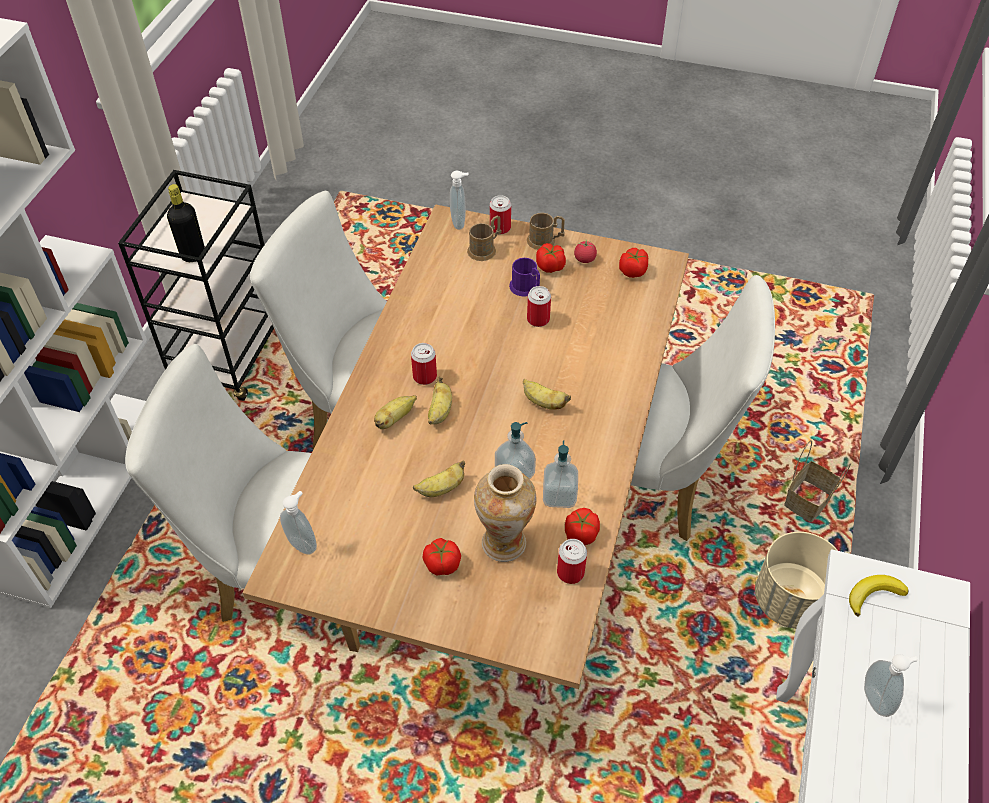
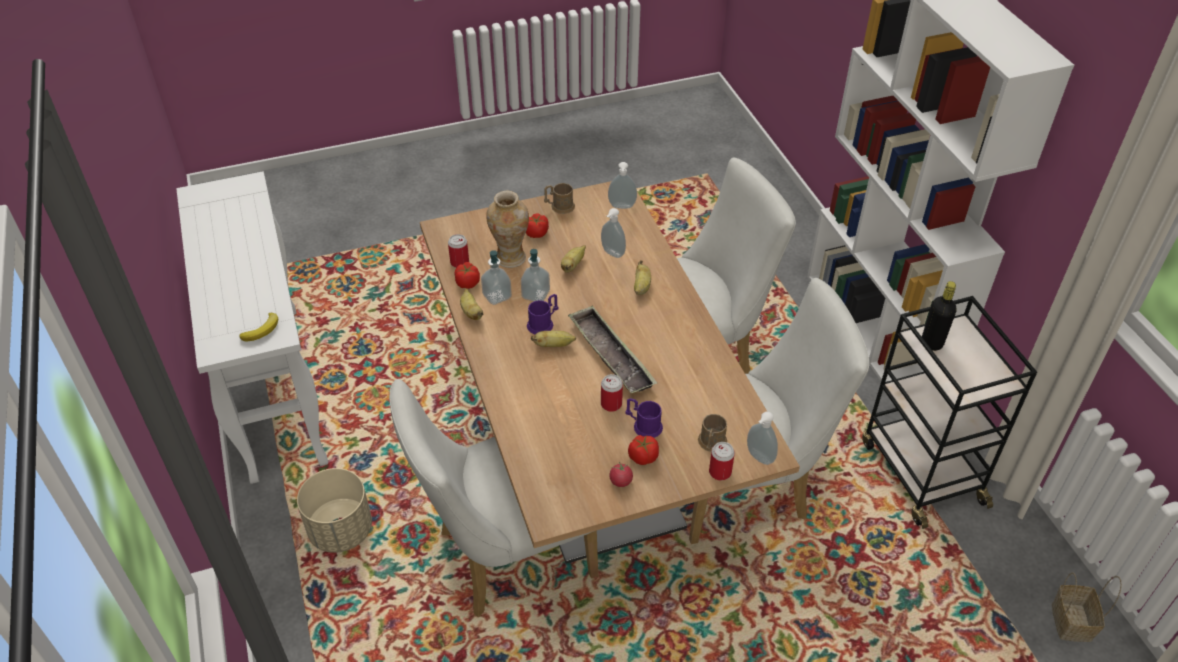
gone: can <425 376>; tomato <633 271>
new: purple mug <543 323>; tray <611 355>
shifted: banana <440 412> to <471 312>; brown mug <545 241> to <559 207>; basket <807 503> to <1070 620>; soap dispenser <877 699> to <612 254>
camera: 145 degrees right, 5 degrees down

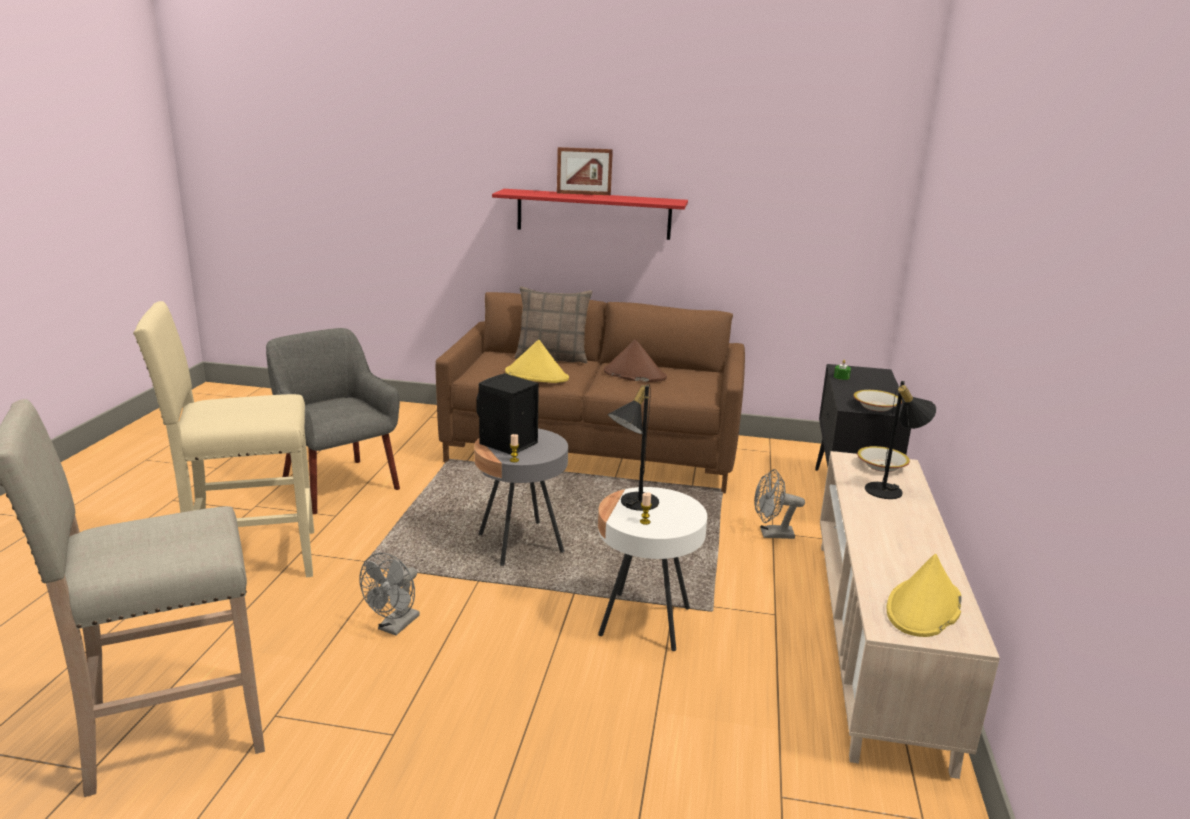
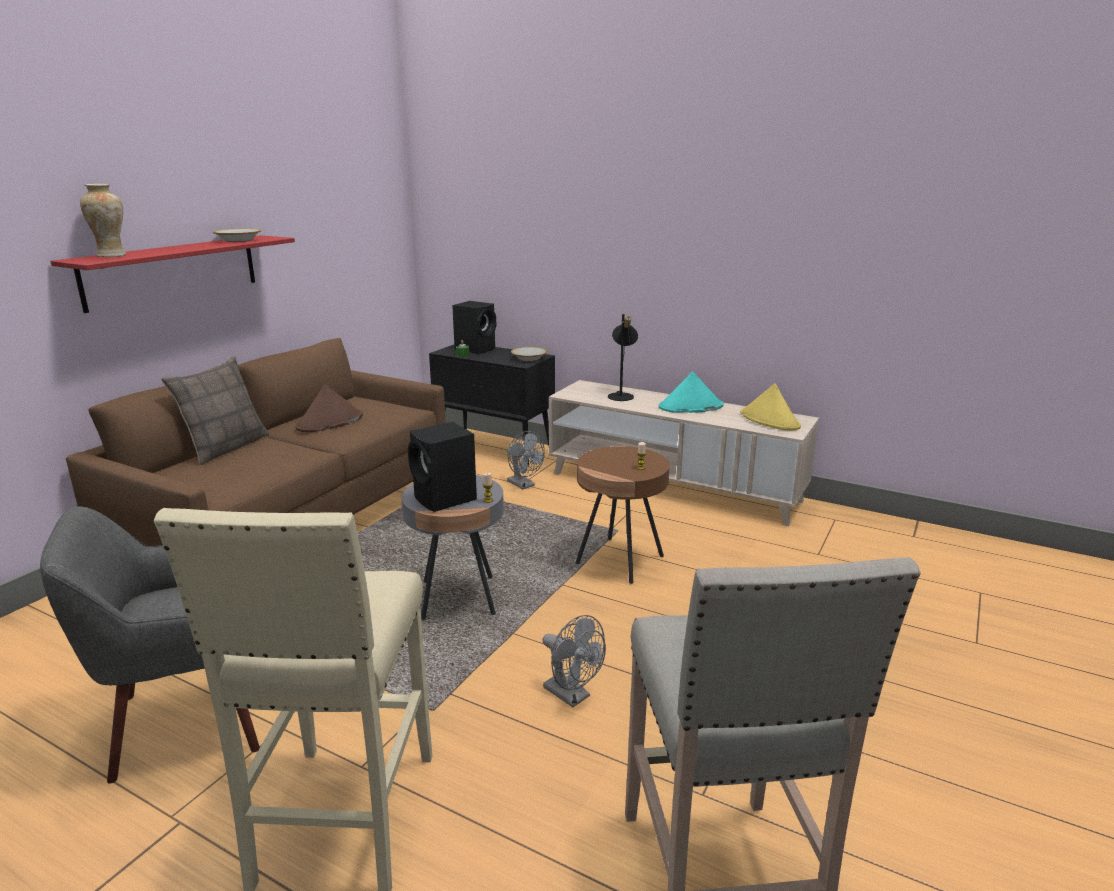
gone: yellow hat <537 375>; picture frame <583 194>; black table lamp <632 503>
new: vase <112 255>; black speaker <476 349>; turquoise hat <690 407>
shifted: bowl <881 465> to <238 240>
repainted: white side table <645 621> to brown side table <619 560>
rotated: grey fan <771 534> = <524 485> 60 degrees counterclockwise
camera: 70 degrees left, 0 degrees up

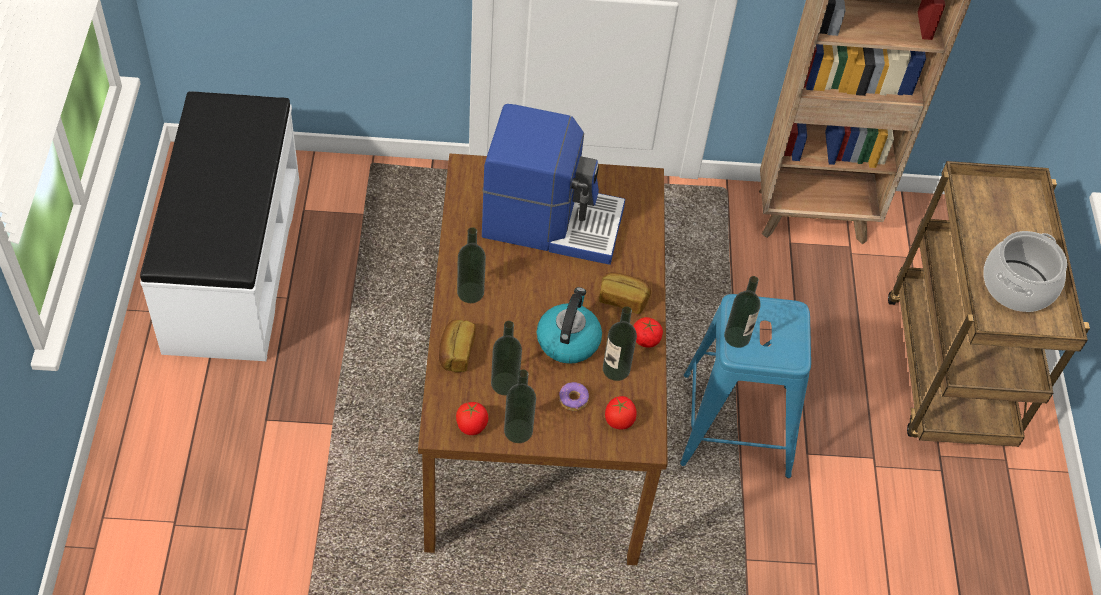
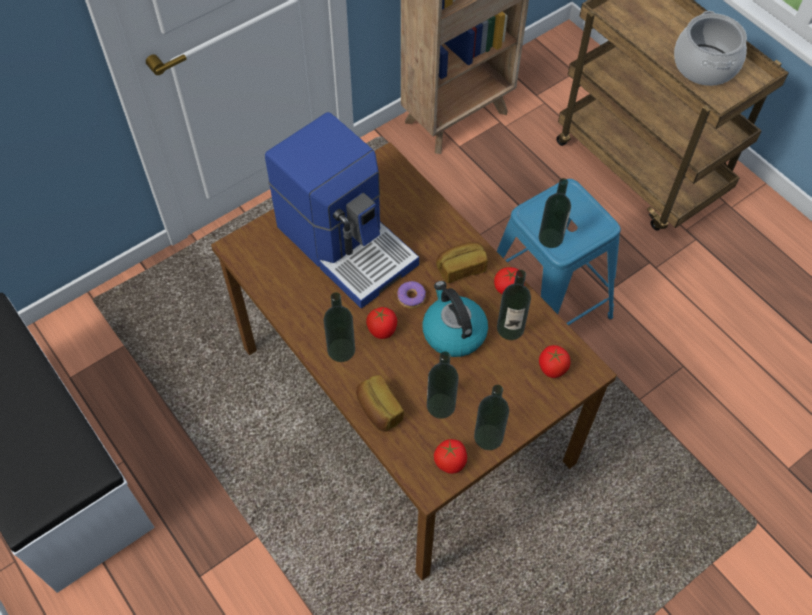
new: tomato <382 330>
shifted: donut <573 400> to <411 298>
rotated: coffee machine <552 221> = <347 243> 75 degrees clockwise
camera: 35 degrees left, 5 degrees up

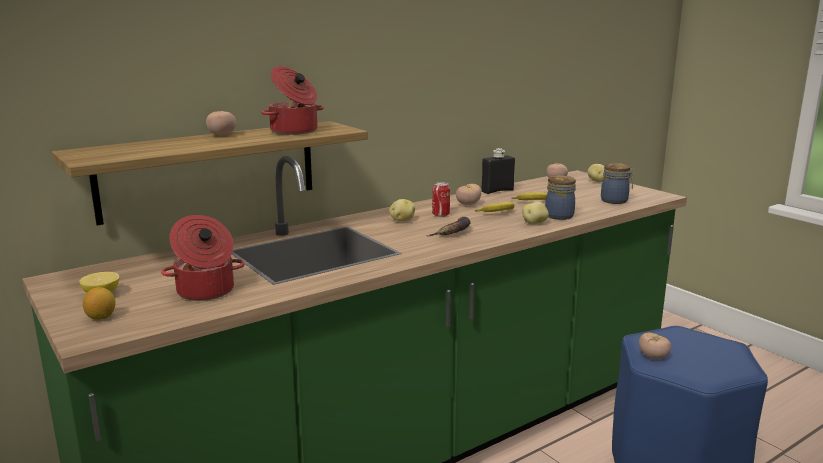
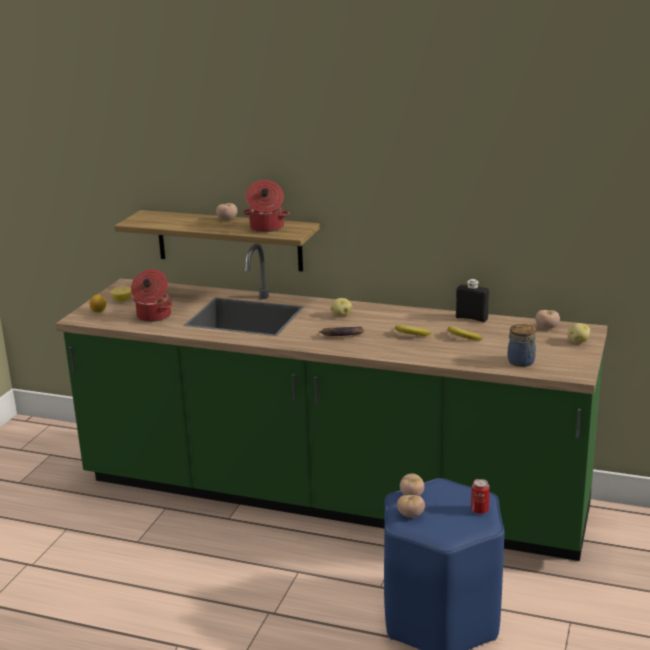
gone: potato <535 223>; jar <559 216>
shifted: can <440 215> to <479 510>; tomato <468 204> to <410 515>
camera: 55 degrees right, 5 degrees up

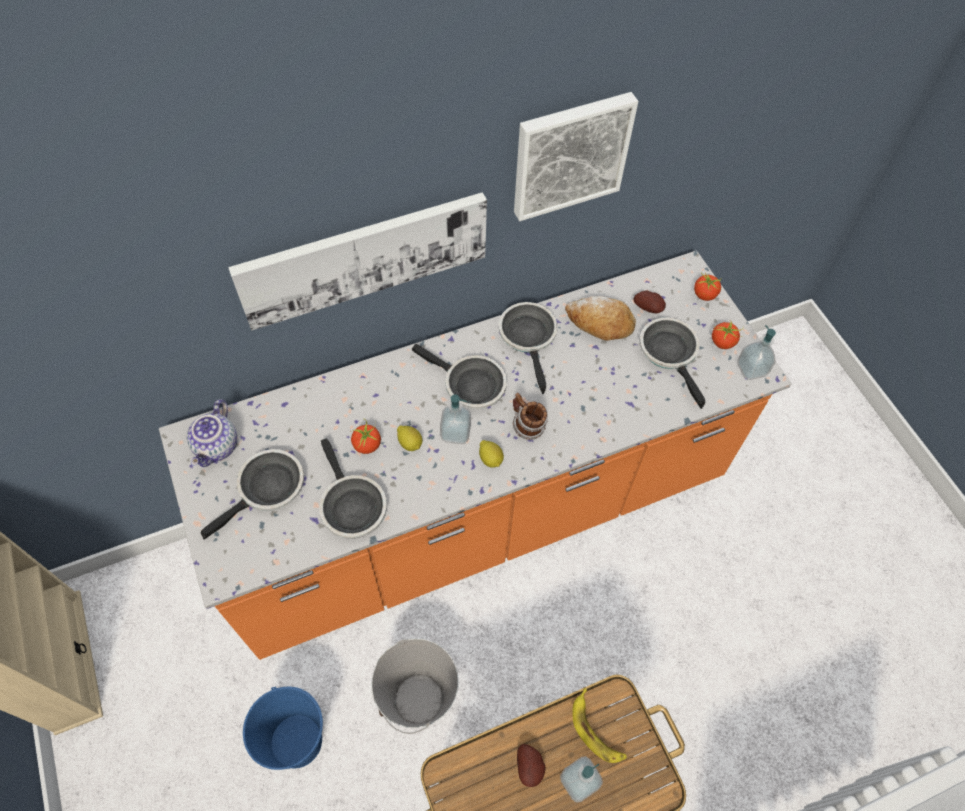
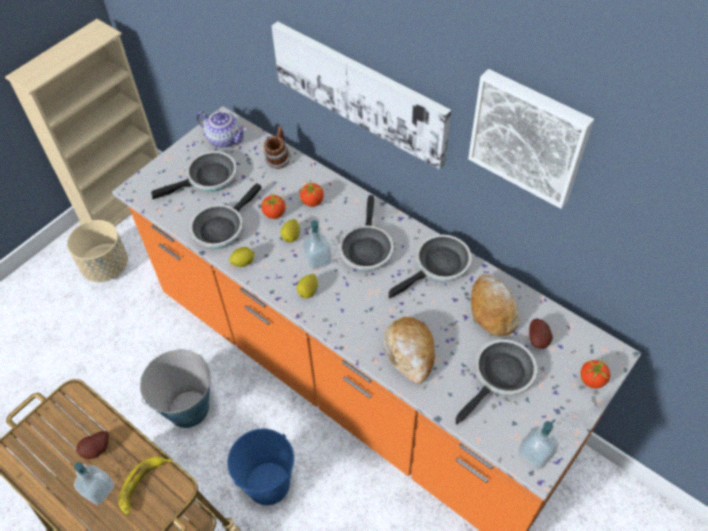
new: beige planter <106 266>; lemon <243 262>; bread <410 353>
shifted: blue bucket <296 741> to <268 484>; mug <526 426> to <278 159>; tomato <722 342> to <312 201>
rotated: teapot <218 447> = <225 139> 135 degrees counterclockwise; frying pan <268 490> = <208 179> 45 degrees counterclockwise
camera: 65 degrees right, 5 degrees down

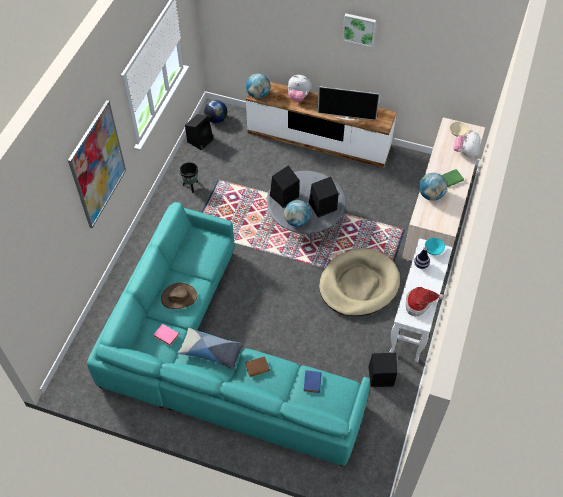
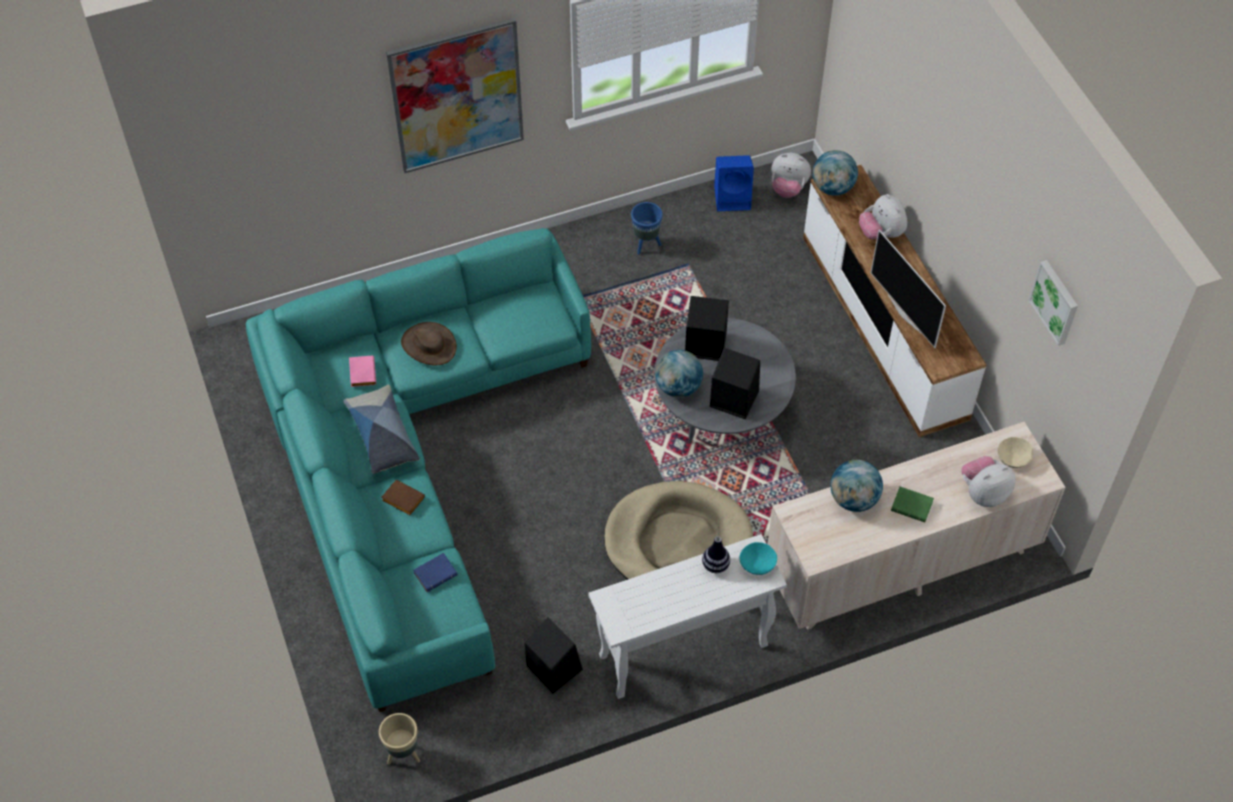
gone: hat <419 304>
new: beige planter <403 754>
shifted: picture <359 29> to <1055 302>
swapped: globe <216 119> to plush toy <788 188>
repainted: black planter <191 186> to blue planter <646 244>; black speaker <200 140> to blue speaker <733 197>
camera: 50 degrees right, 0 degrees up

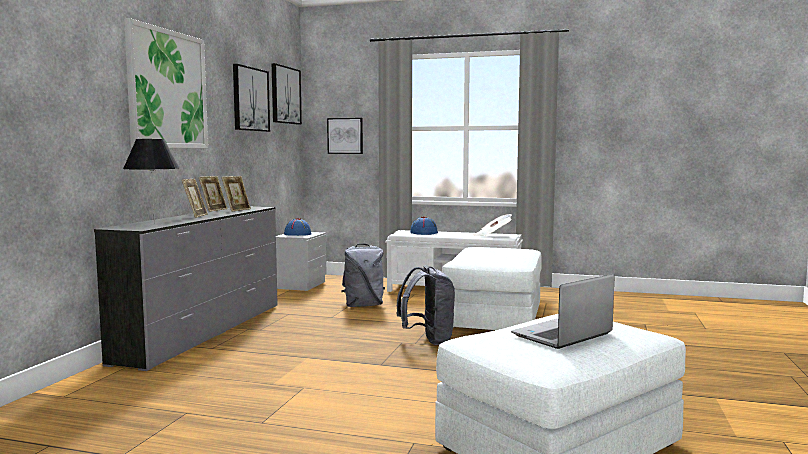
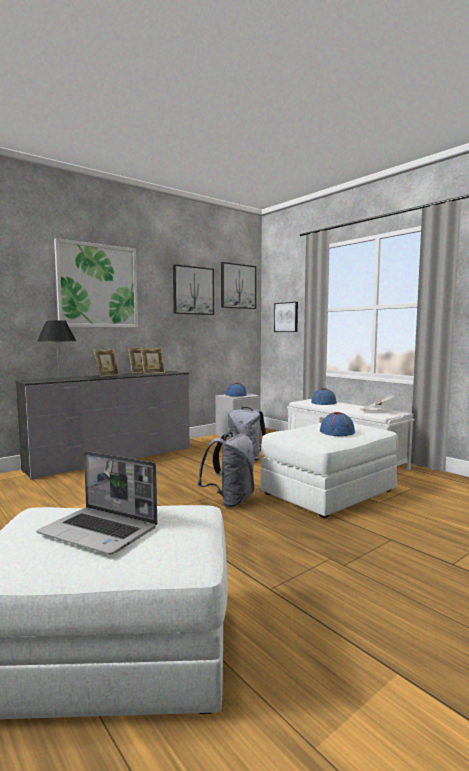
new: blue hat <337 432>
rotated: laptop <562 335> = <100 531> 150 degrees counterclockwise
camera: 35 degrees right, 0 degrees up

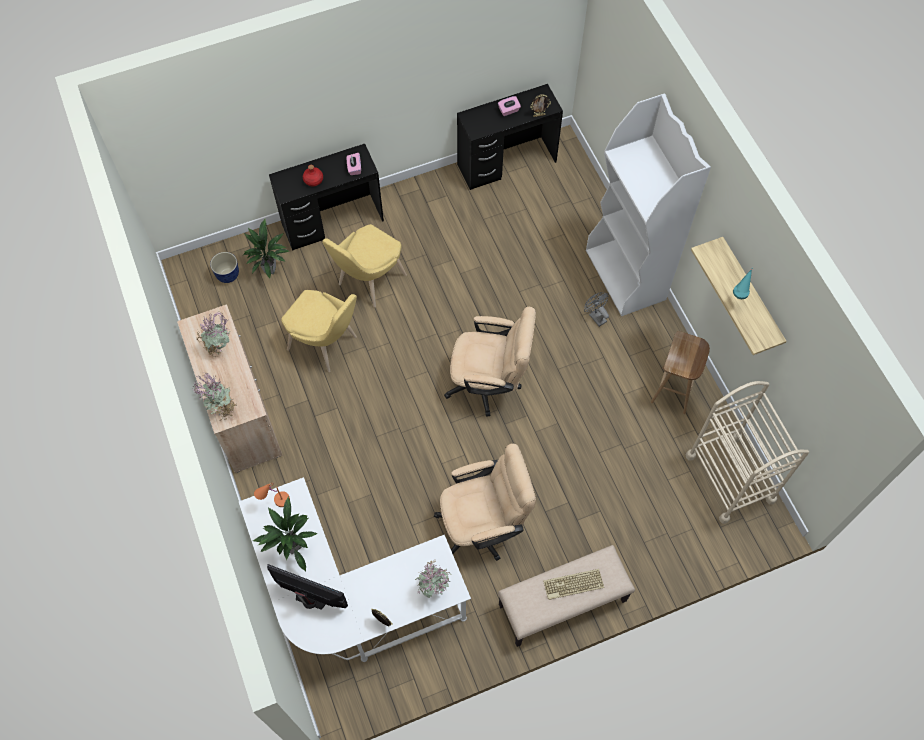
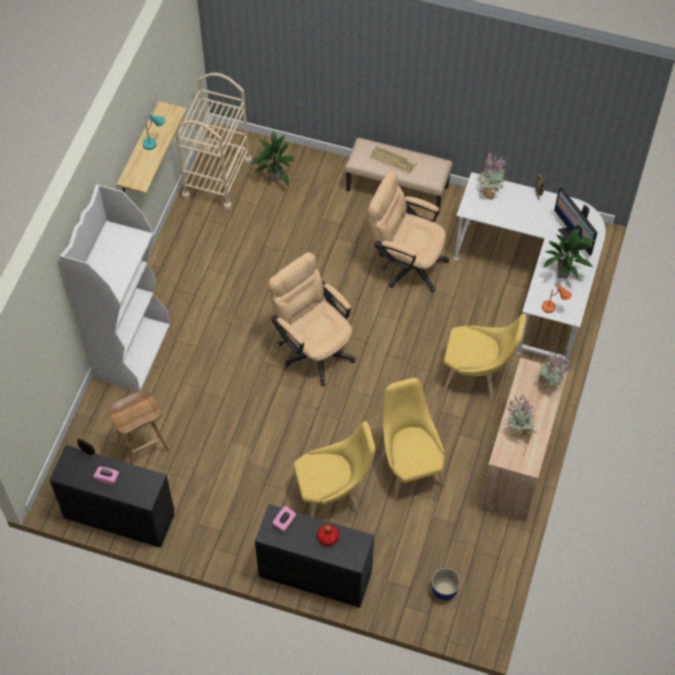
gone: grey fan <595 316>
new: yellow chair <477 376>
shifted: potted plant <270 269> to <274 177>; brown stool <674 391> to <143 445>
camera: 140 degrees left, 5 degrees down

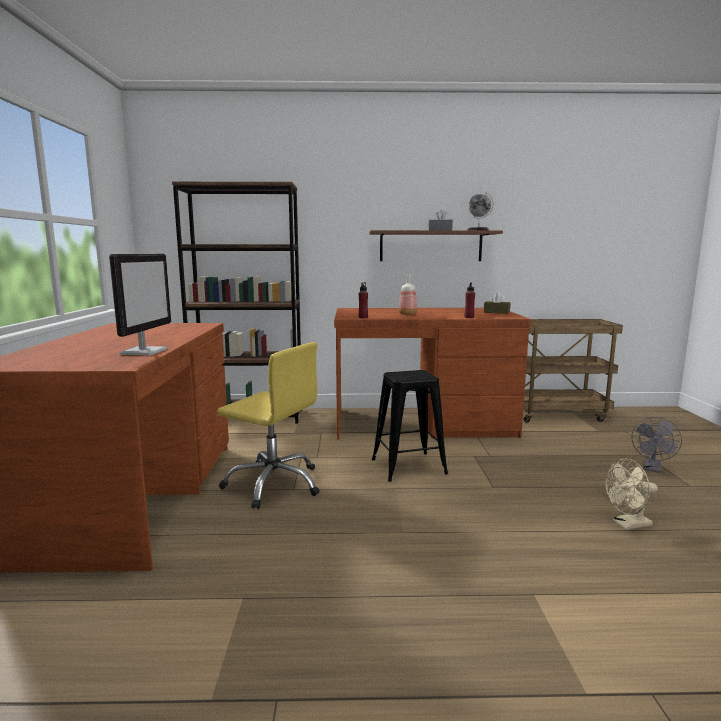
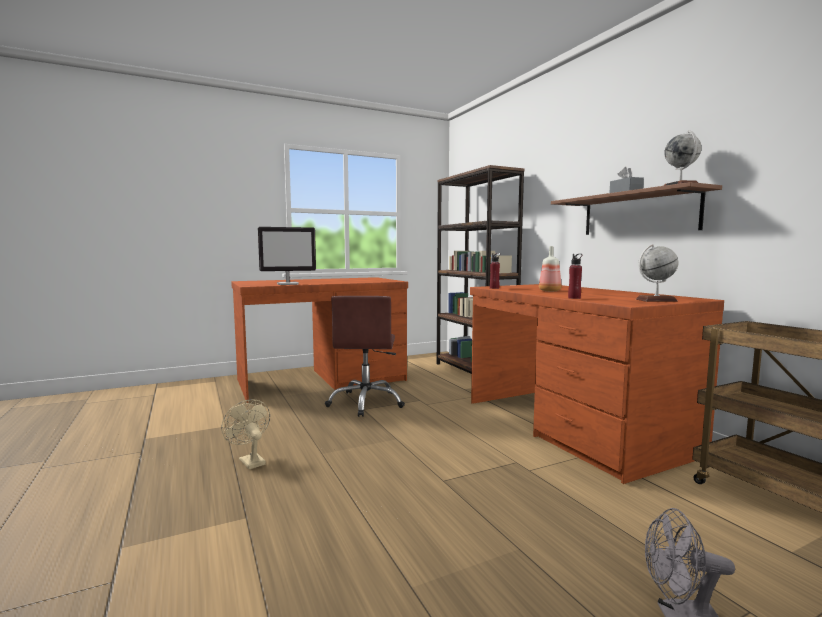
gone: black stool <408 466>
shifted: beige fan <628 524> to <249 461>
swapped: brown tissue box <496 312> to globe <656 300>
repainted: yellow office chair <274 484> to brown office chair <366 403>
camera: 65 degrees right, 5 degrees down

